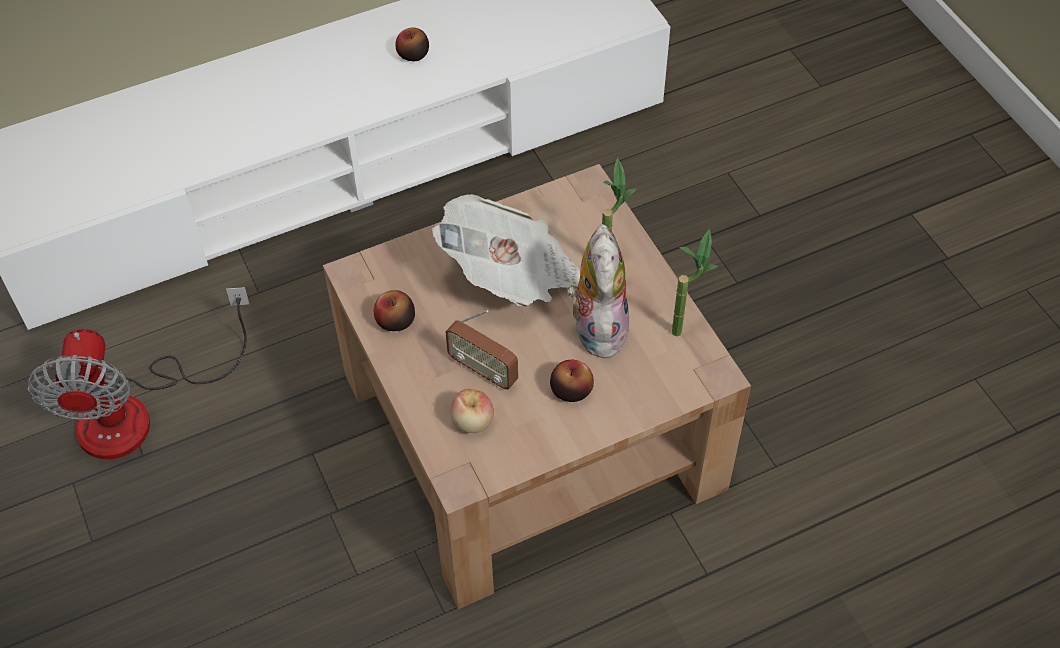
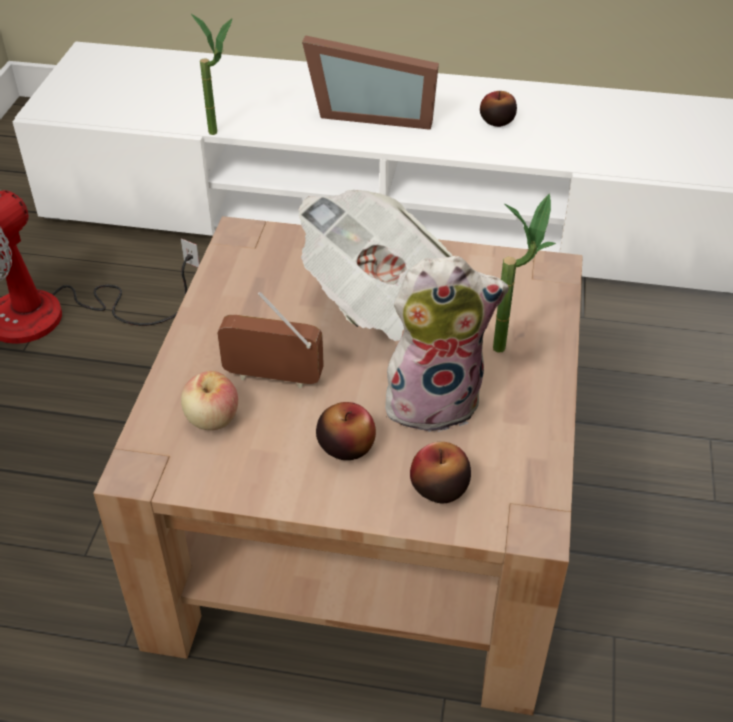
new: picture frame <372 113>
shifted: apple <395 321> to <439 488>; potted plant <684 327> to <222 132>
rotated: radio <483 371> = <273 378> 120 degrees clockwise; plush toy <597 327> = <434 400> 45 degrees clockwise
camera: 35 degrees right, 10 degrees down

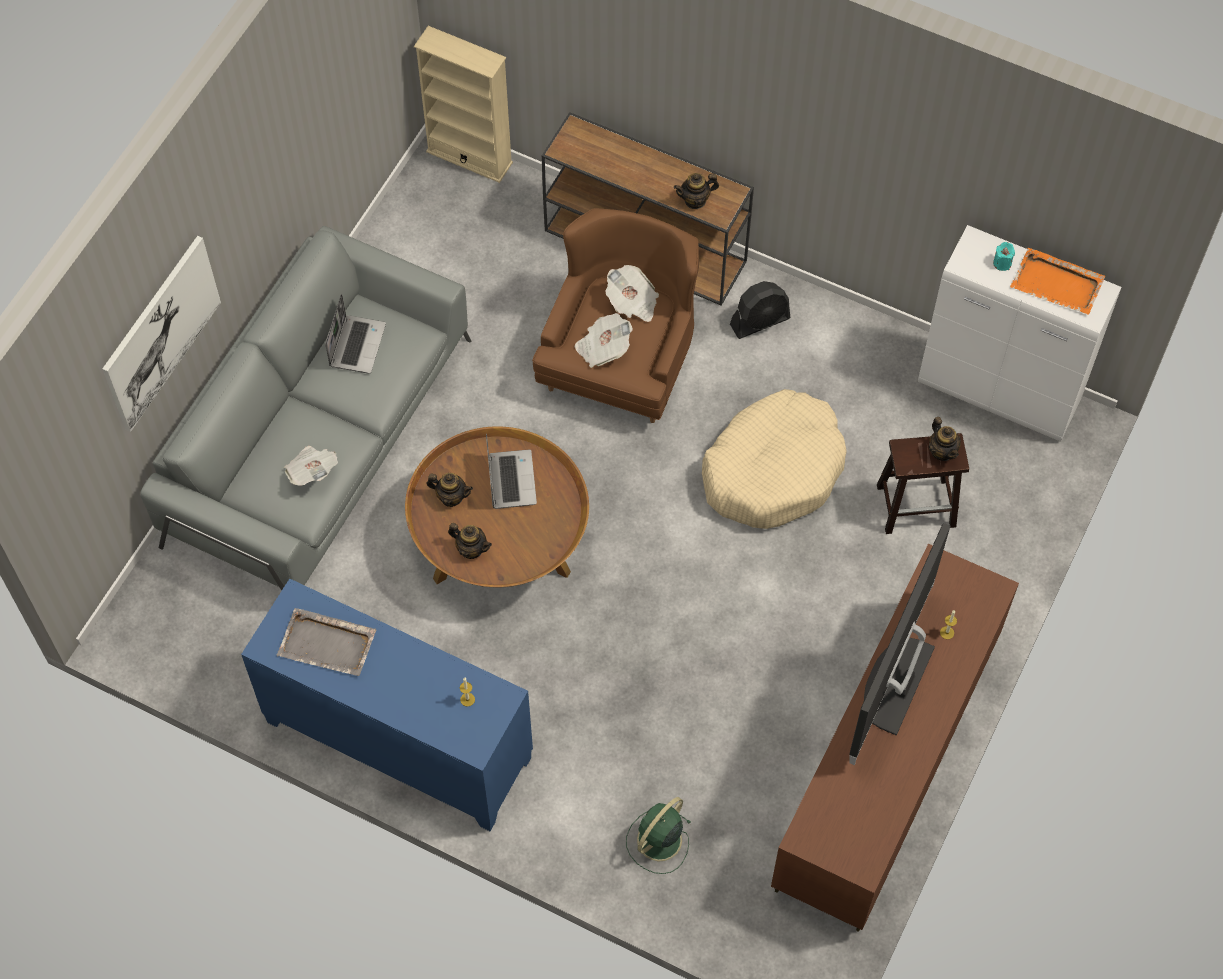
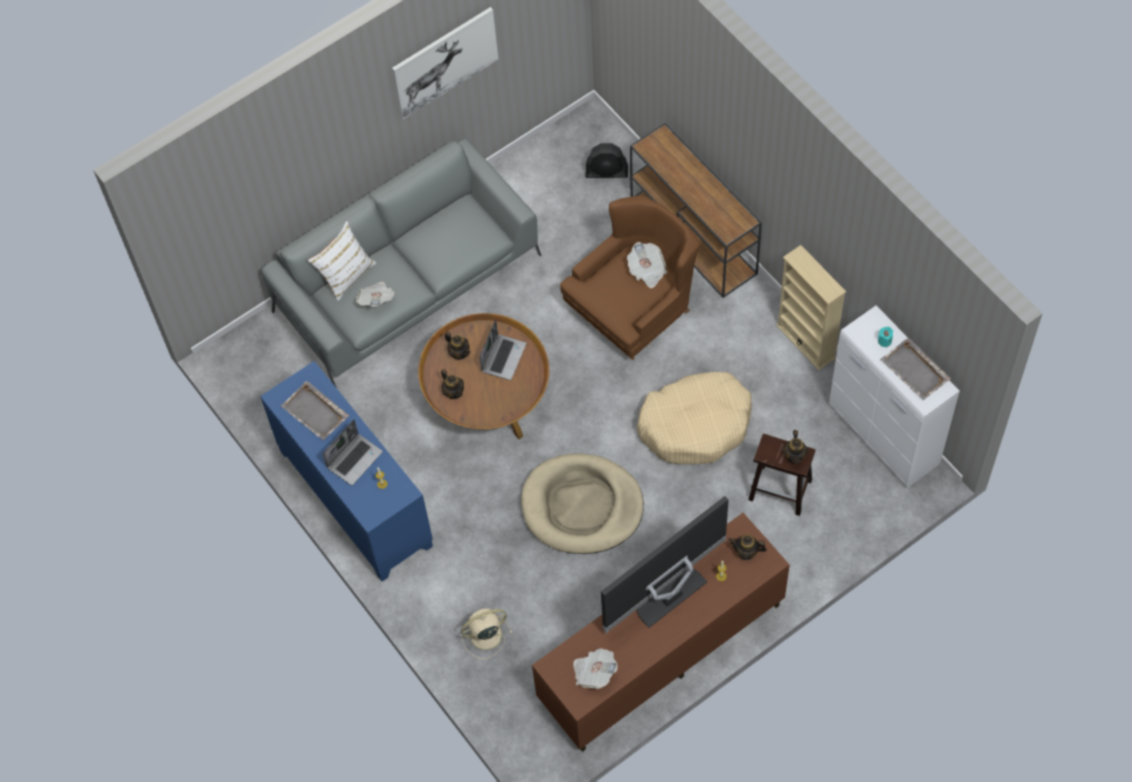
new: white pillow <346 274>; beige dog bed <582 506>
shifted: picture <161 333> to <445 62>; laptop <357 344> to <354 459>; beige bookcase <469 157> to <806 341>; newspaper <603 348> to <594 672>; teapot <695 200> to <746 552>; black fan <760 321> to <607 172>
repainted: green fan <658 841> to beige fan <484 635>; orange tray <1057 284> to grey tray <915 371>
camera: 30 degrees right, 0 degrees up

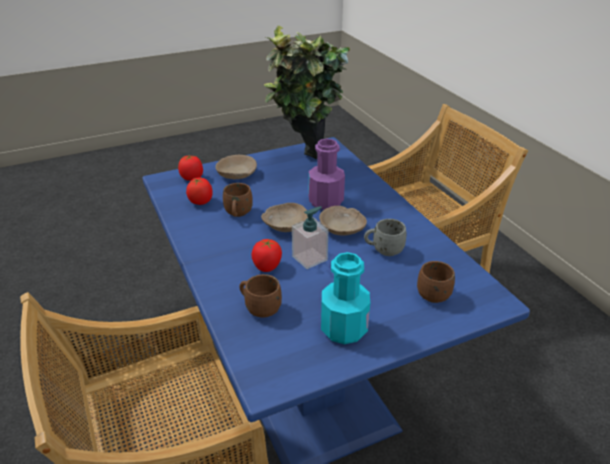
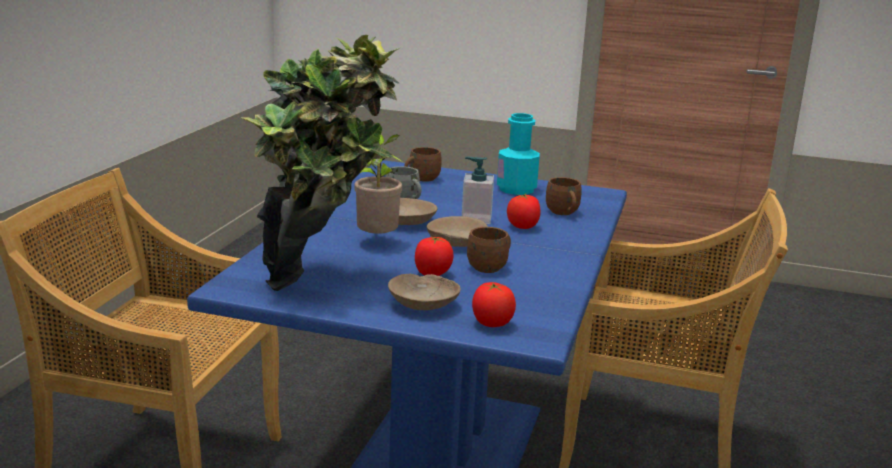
shifted: tomato <200 202> to <432 274>
swapped: purple bottle <326 201> to potted plant <377 241>
camera: 140 degrees left, 15 degrees down

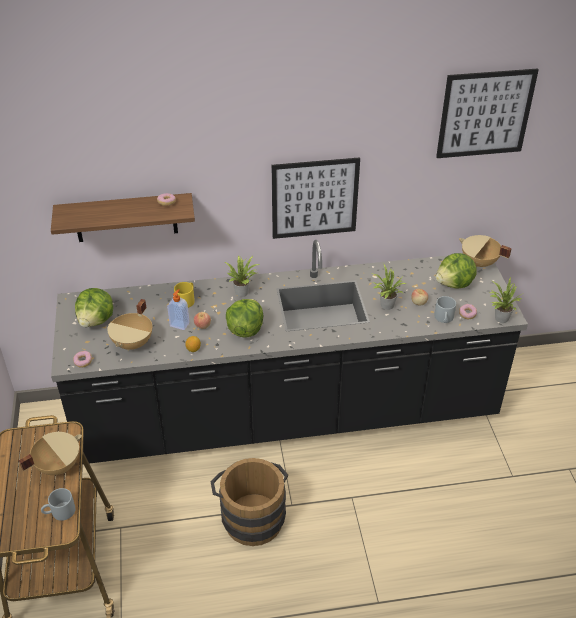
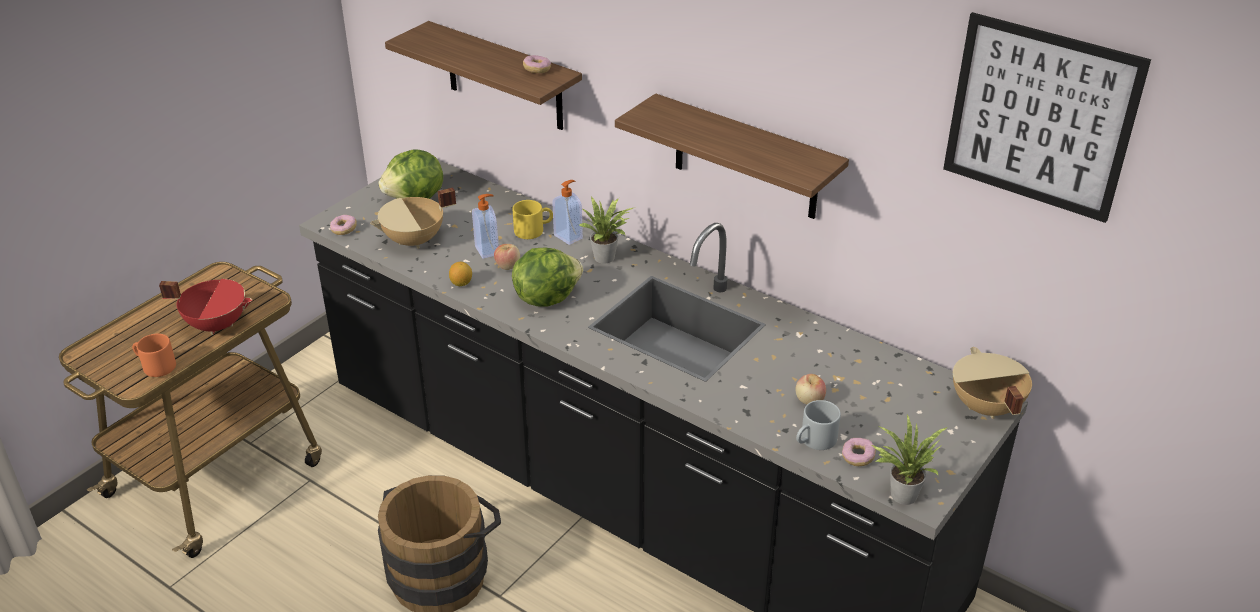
gone: potted plant <385 305>; lettuce <454 284>
new: soap dispenser <569 236>
swapped: picture <314 198> to shelf <746 158>
repainted: beige cooking pot <58 465> to red cooking pot <217 324>; grey mug <59 512> to orange mug <154 366>
camera: 45 degrees right, 5 degrees down

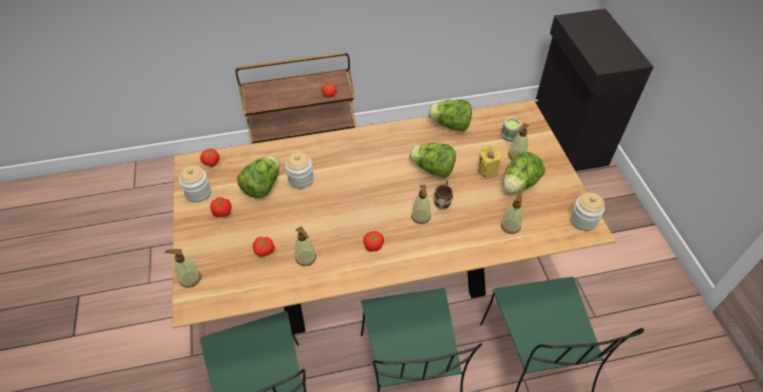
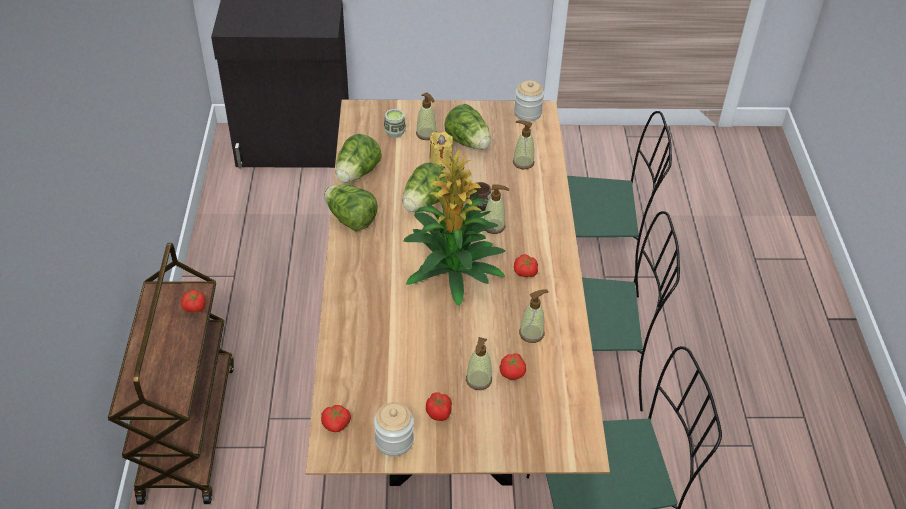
gone: jar <301 179>
new: potted plant <453 271>
shifted: soap dispenser <189 279> to <478 380>; lettuce <262 186> to <350 219>
camera: 80 degrees left, 5 degrees down

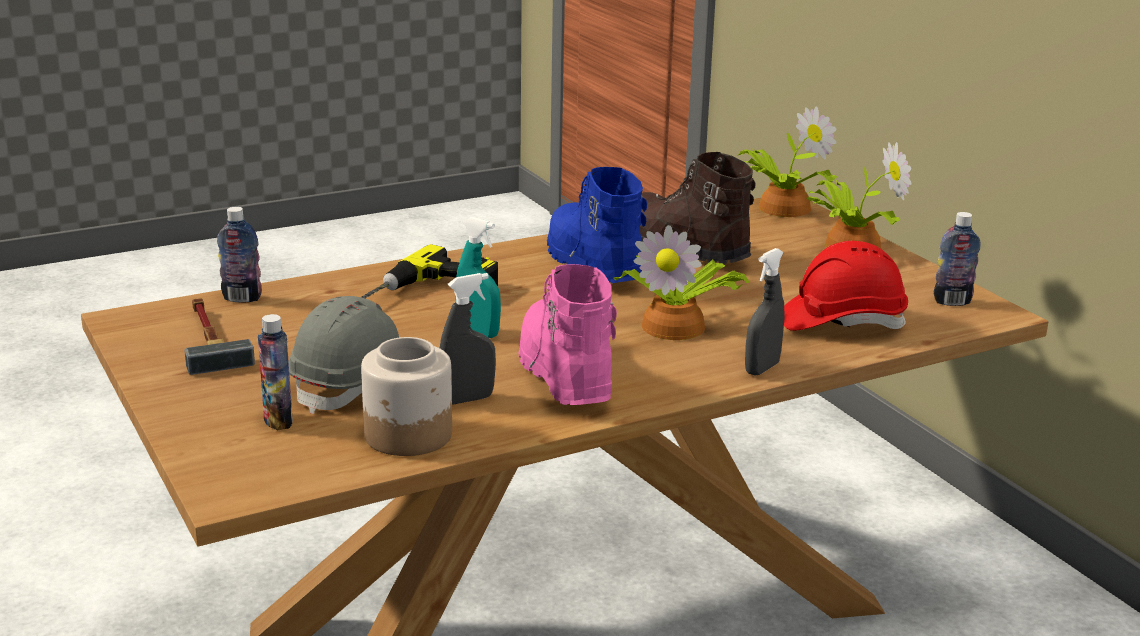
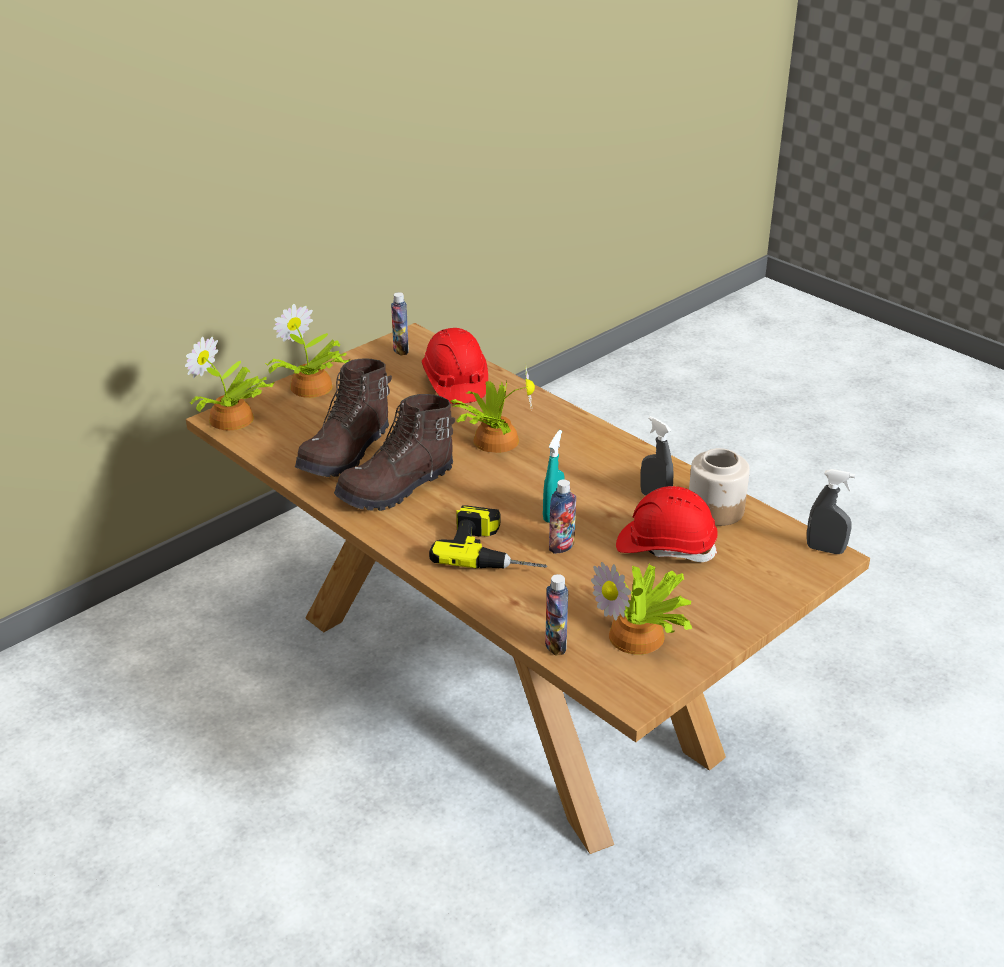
gone: pink boot <563 375>
shifted: bottle <278 421> to <561 546>; grey spray bottle <762 368> to <825 549>
swapped: hammer <209 339> to potted plant <640 636>
repainted: grey hard hat <354 384> to red hard hat <665 547>; blue boot <591 264> to brown boot <397 488>
camera: 105 degrees left, 10 degrees up

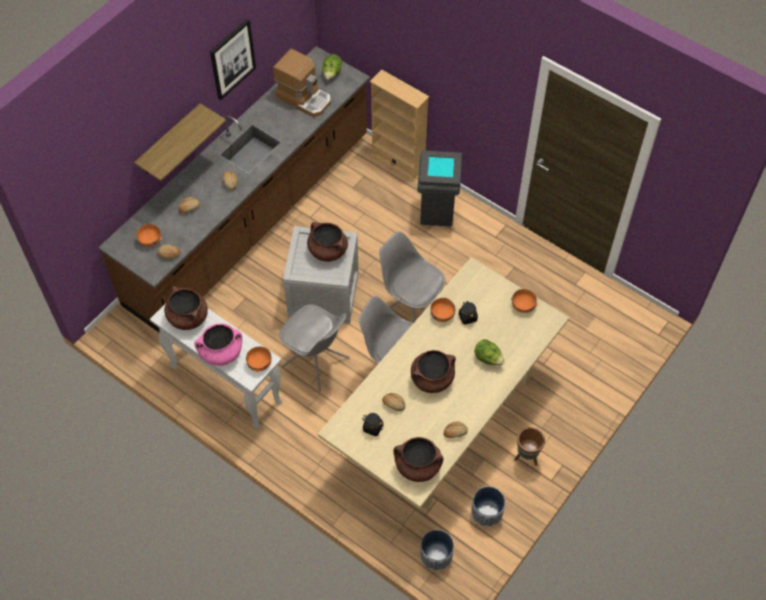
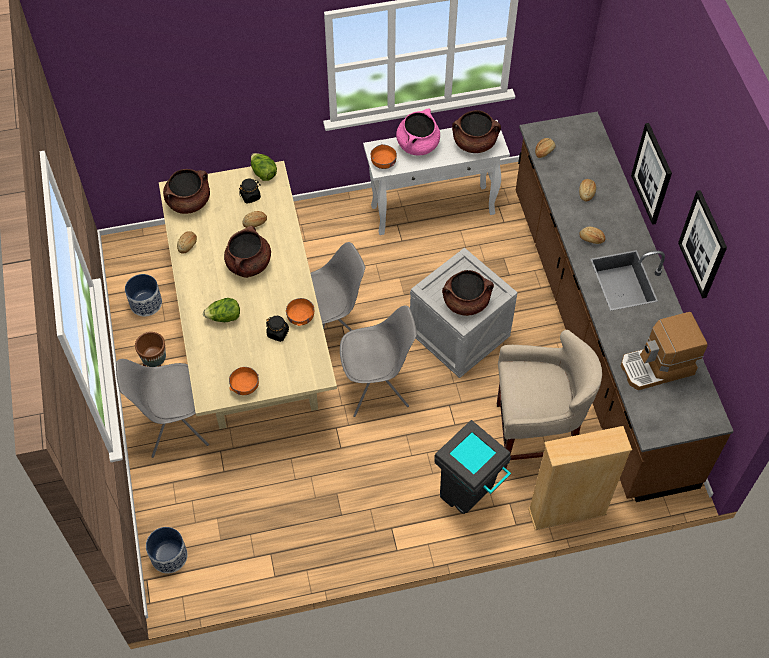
gone: orange bowl <150 240>
new: beige stool <535 436>
shifted: grey chair <316 363> to <174 427>; lettuce <332 74> to <263 173>; planter <436 555> to <169 556>
swapped: shelf <169 141> to picture <652 174>
camera: 130 degrees right, 0 degrees up

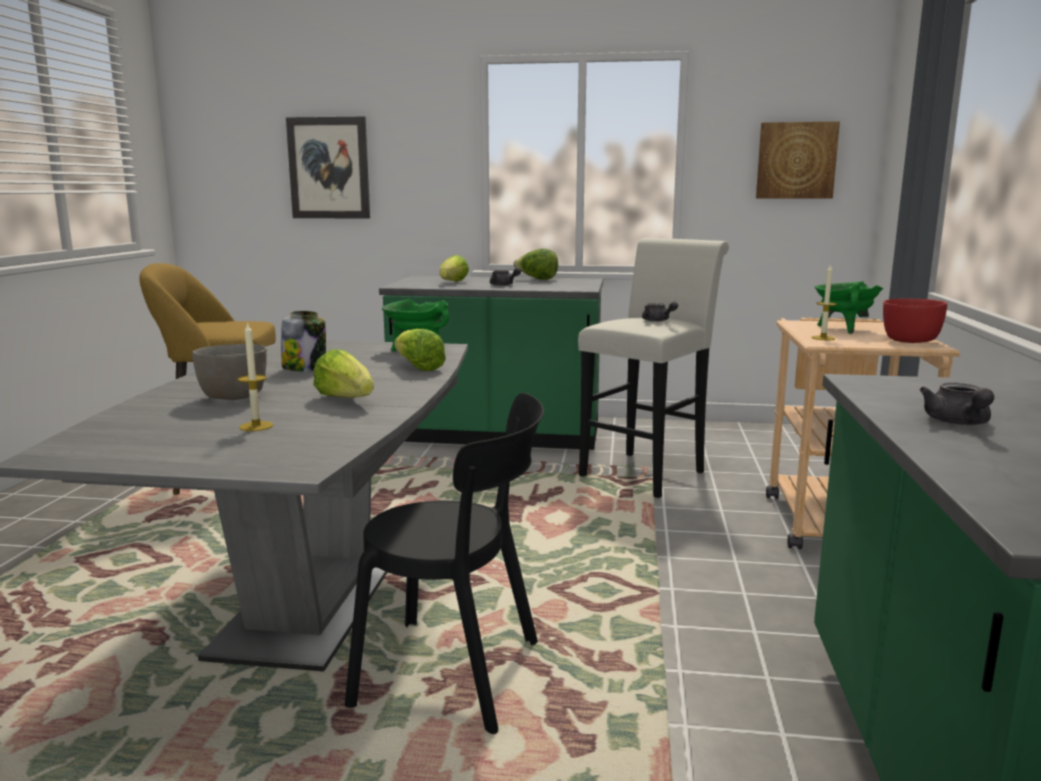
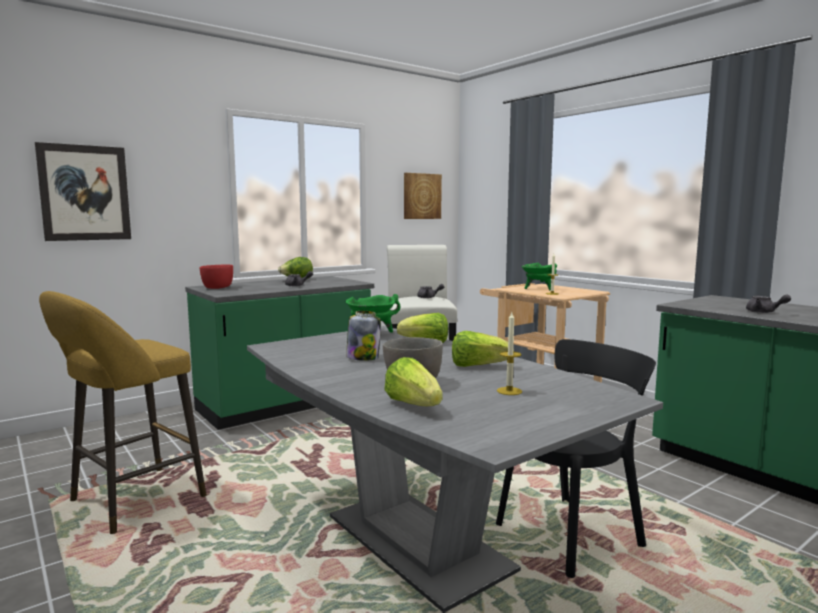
shifted: lettuce <453 282> to <414 405>; red bowl <909 341> to <217 288>
camera: 45 degrees left, 5 degrees down

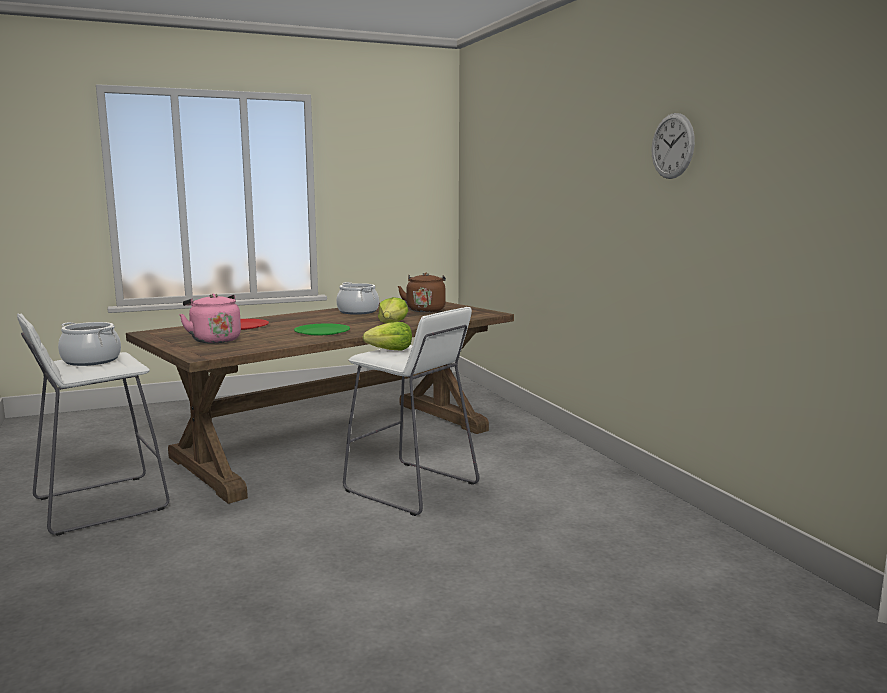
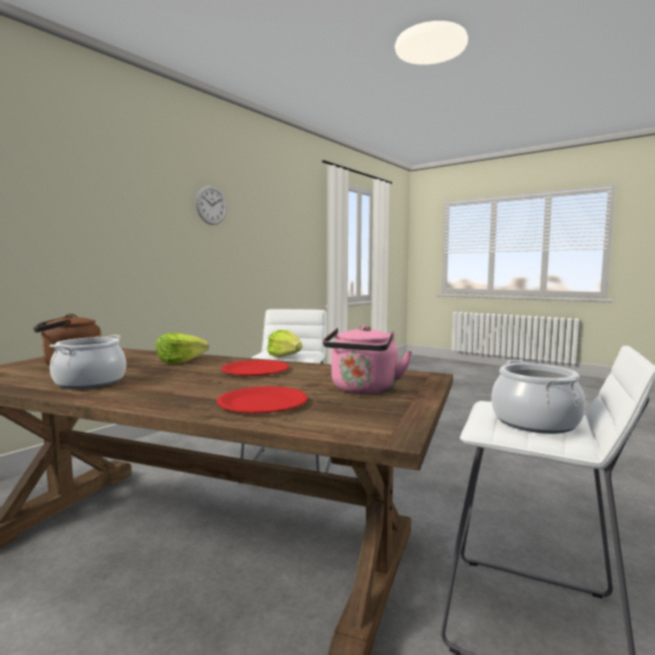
repainted: green plate <322 331> to red plate <255 370>
camera: 120 degrees left, 5 degrees down

